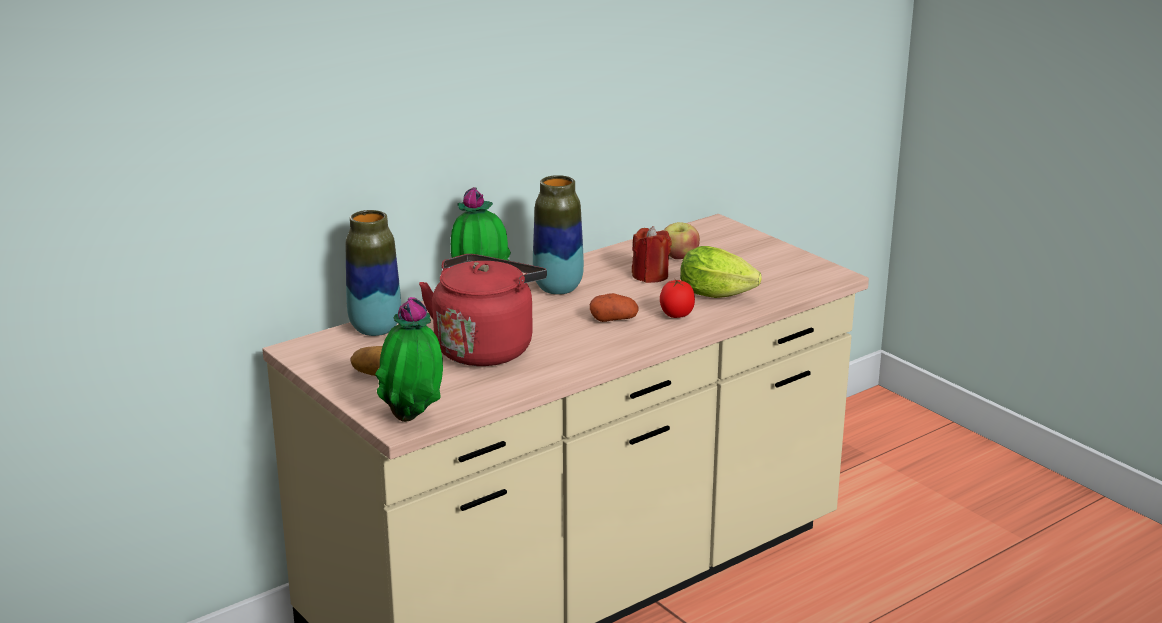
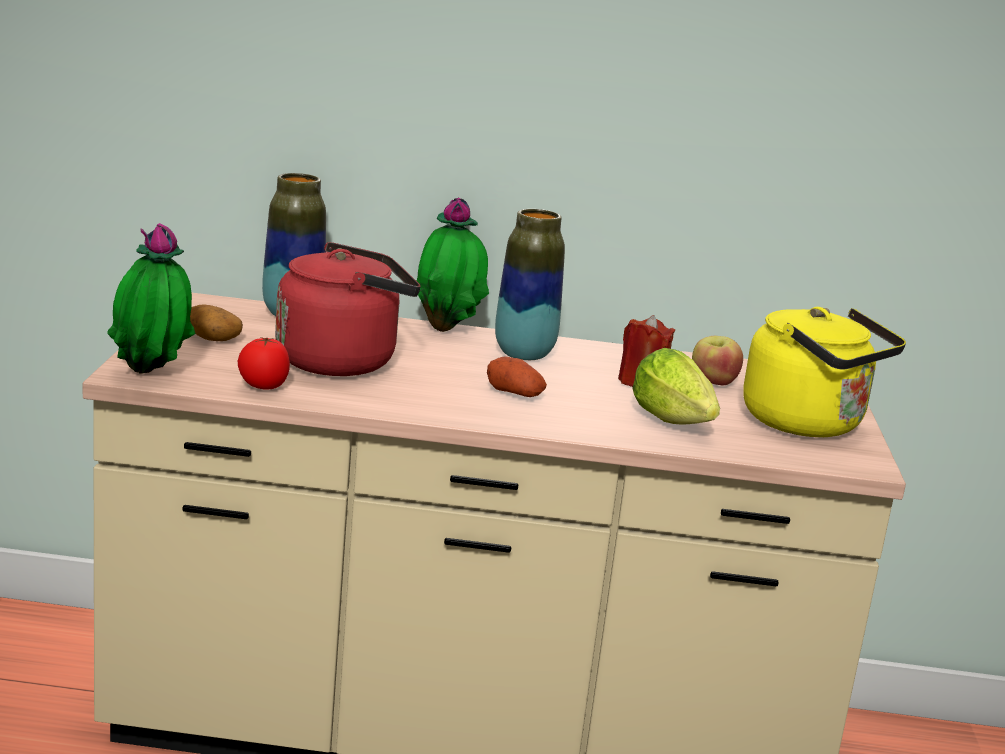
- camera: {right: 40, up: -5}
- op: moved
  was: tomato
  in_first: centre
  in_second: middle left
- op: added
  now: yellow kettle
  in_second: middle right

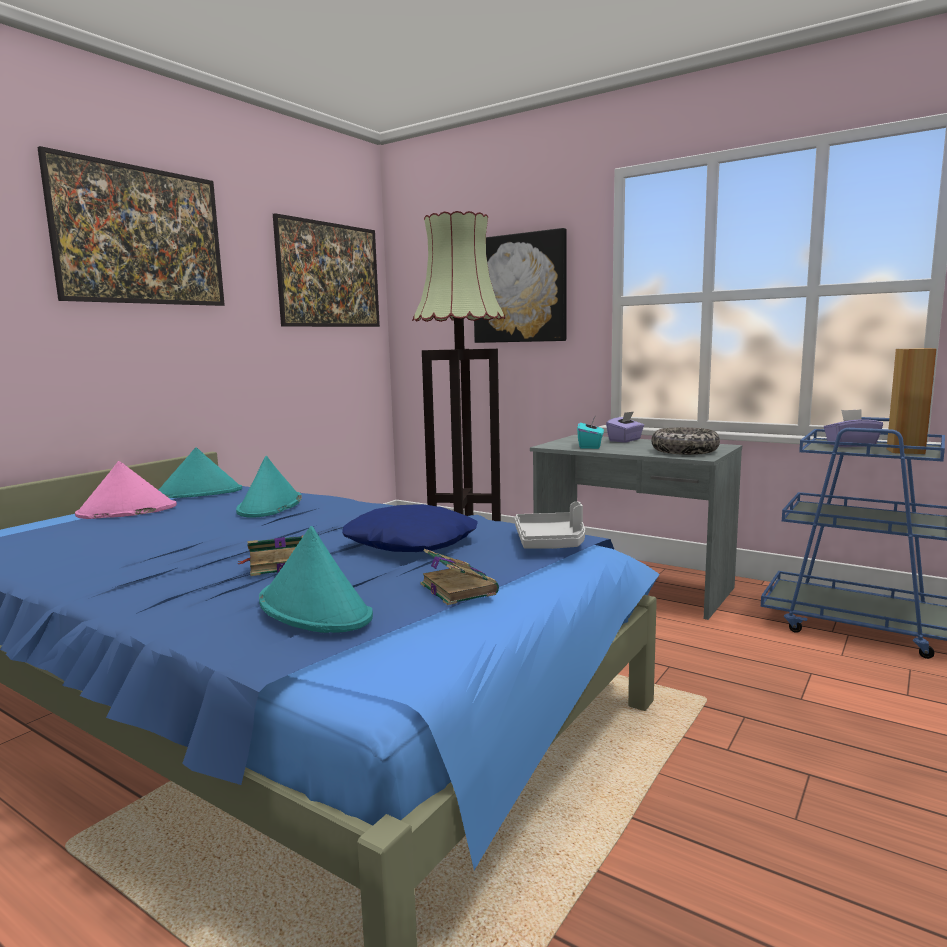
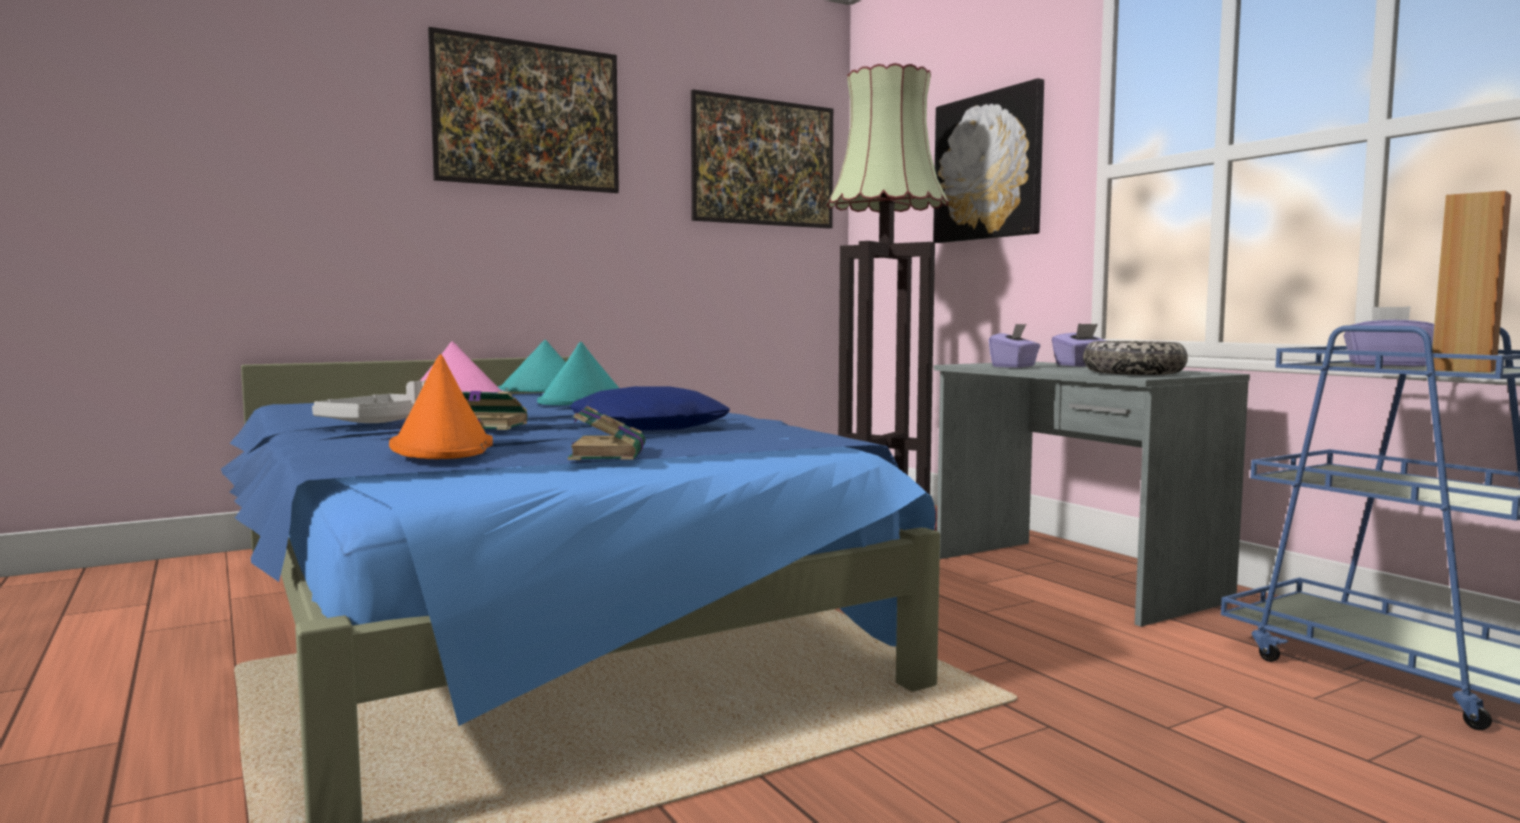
- camera: {right: 25, up: -5}
- op: recoloured
  was: turquoise tissue box
  now: purple tissue box (1st from left)
  in_first: centre
  in_second: middle right
- op: moved
  was: grey tray
  in_first: centre
  in_second: middle left
- op: recoloured
  was: turquoise hat (3rd from left)
  now: orange hat
  in_first: centre
  in_second: middle left

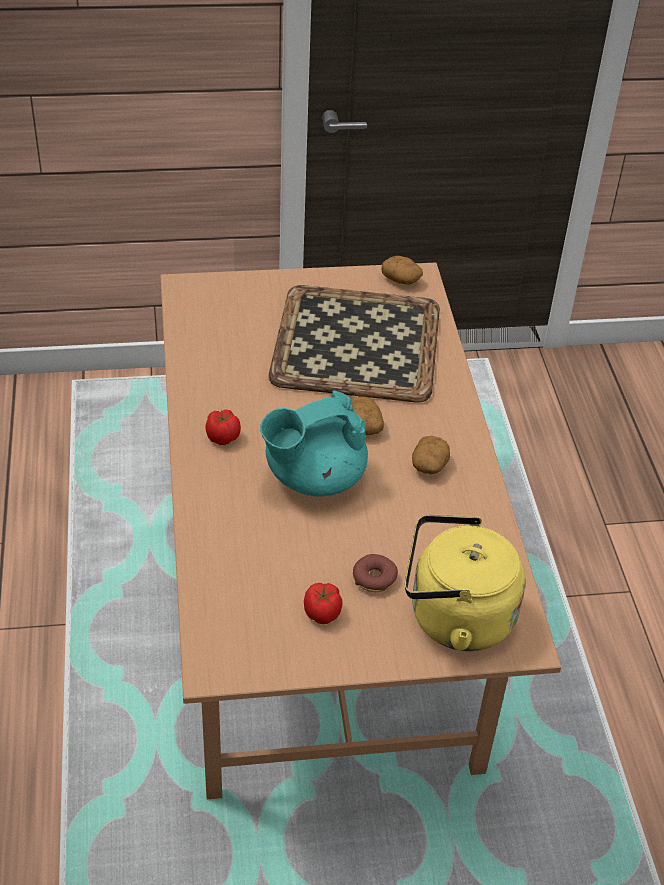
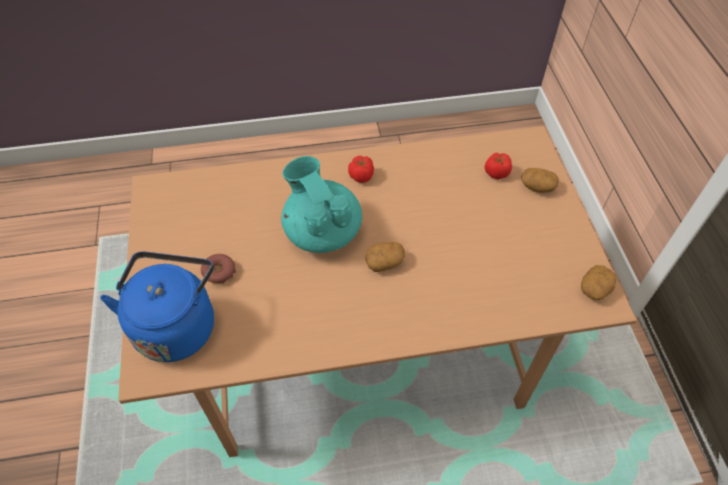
- camera: {right: 90, up: 10}
- op: removed
  was: tray
  in_first: centre
- op: moved
  was: potato (3rd from left in the first image)
  now: potato (2nd from left)
  in_first: centre
  in_second: middle right
- op: recoloured
  was: yellow kettle
  now: blue kettle
  in_first: middle right
  in_second: middle left
- op: moved
  was: tomato (2nd from left)
  in_first: bottom centre
  in_second: middle right

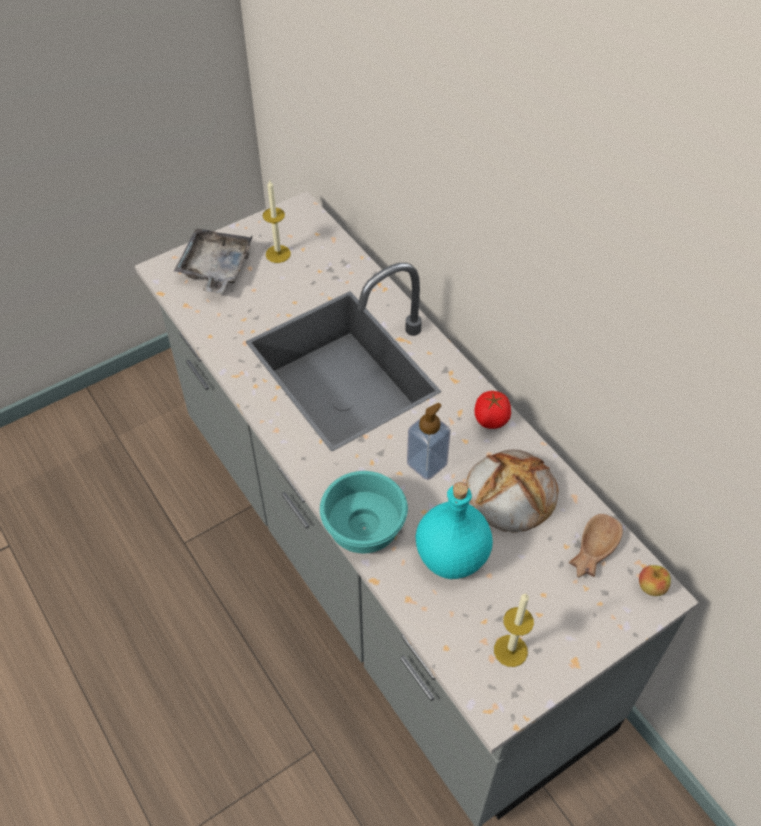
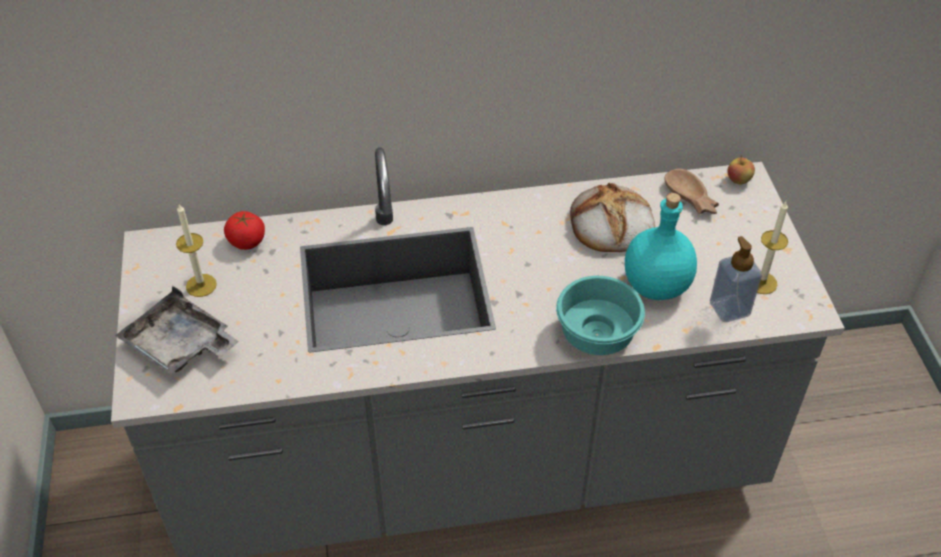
- camera: {right: -65, up: -5}
- op: moved
  was: tomato
  in_first: centre
  in_second: middle left
- op: moved
  was: soap dispenser
  in_first: centre
  in_second: middle right

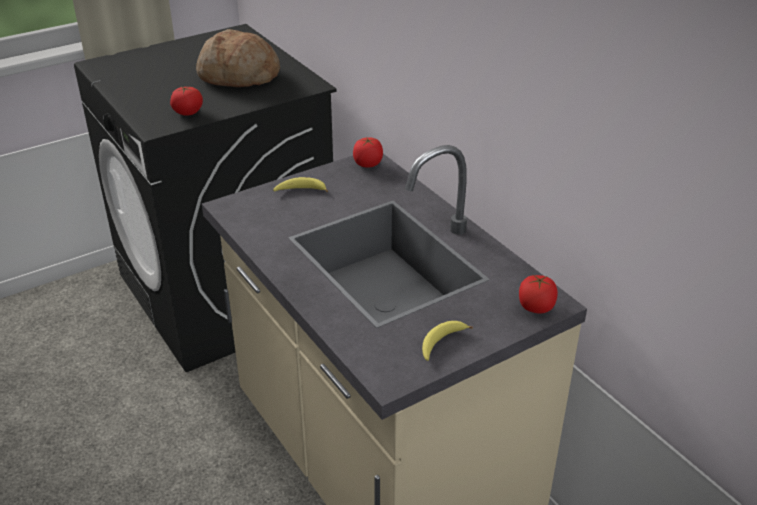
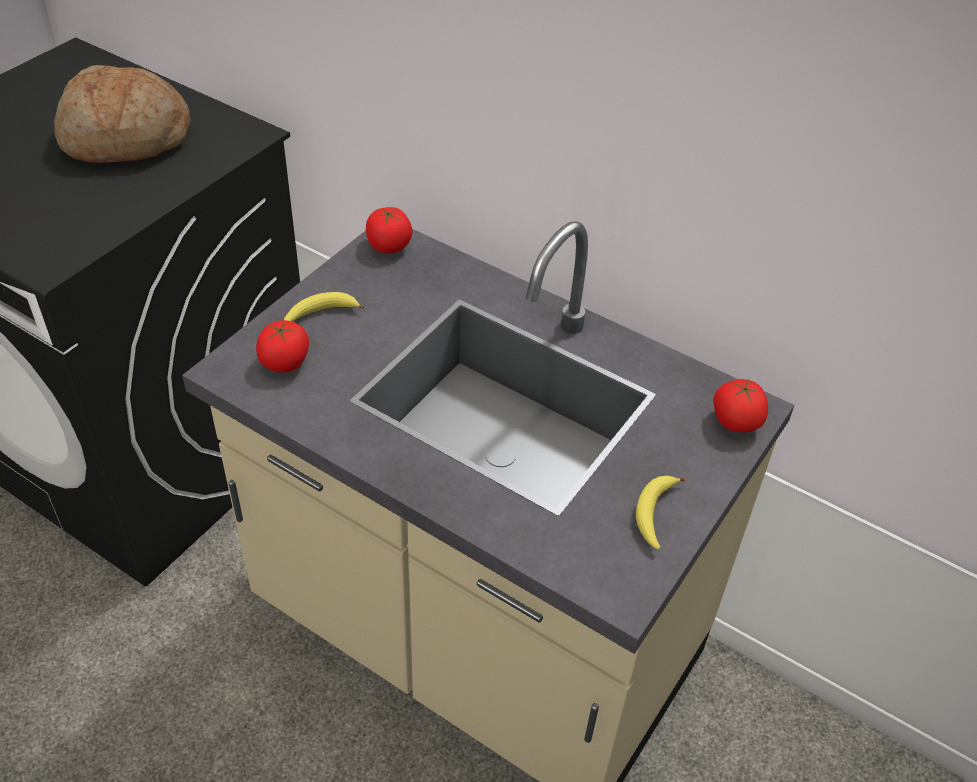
- camera: {right: -25, up: 10}
- op: moved
  was: tomato (1st from left)
  in_first: top left
  in_second: middle left

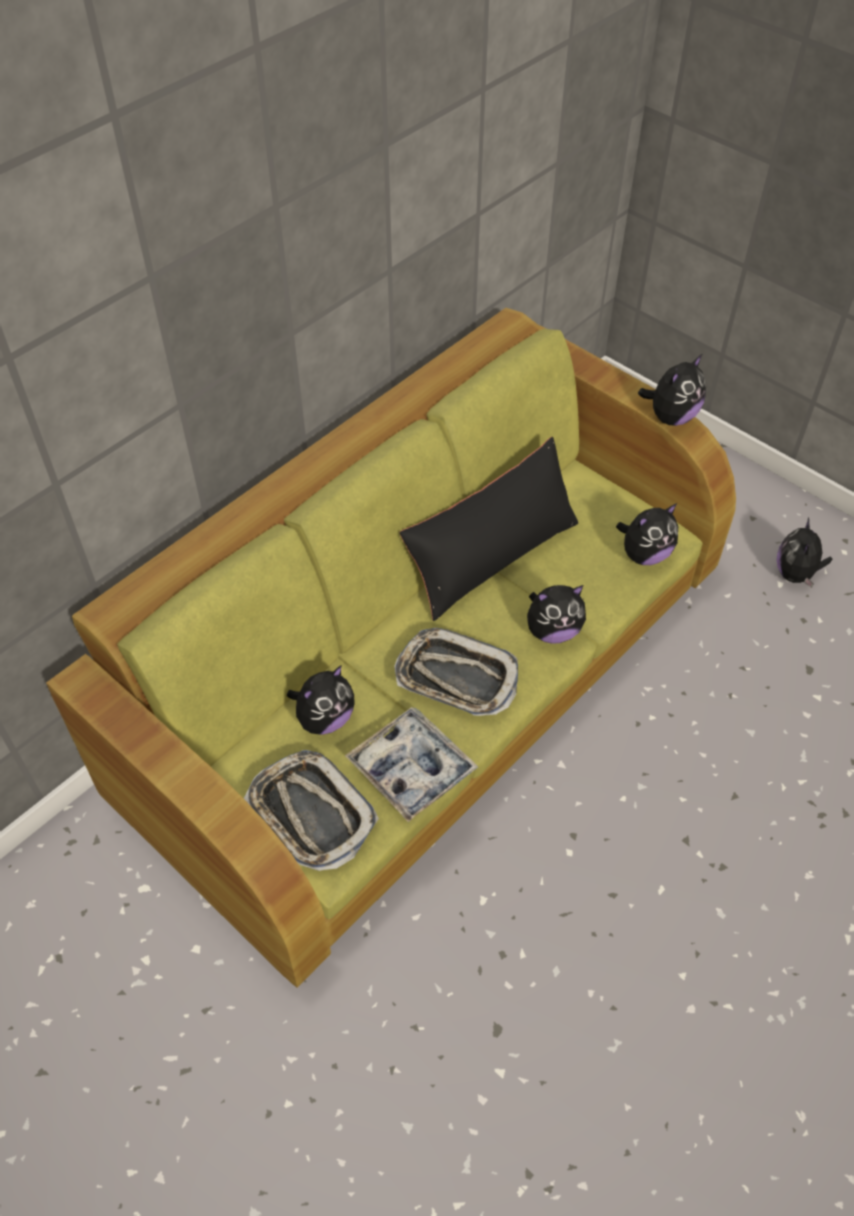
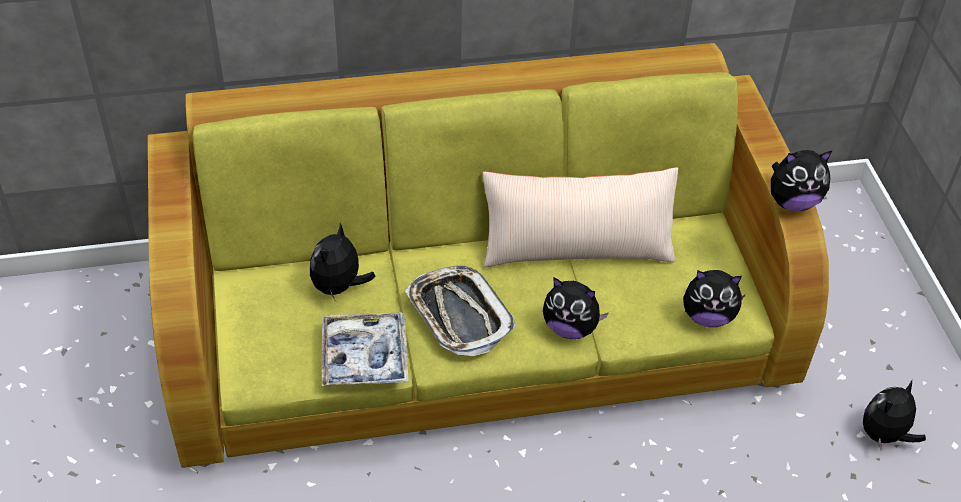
- camera: {right: 35, up: -5}
- op: recoloured
  was: black pillow
  now: beige pillow
  in_first: centre
  in_second: centre
- op: turned
  was: plush toy (1st from left)
  in_first: centre
  in_second: centre
  clockwise: 120
- op: removed
  was: tray (1st from left)
  in_first: centre

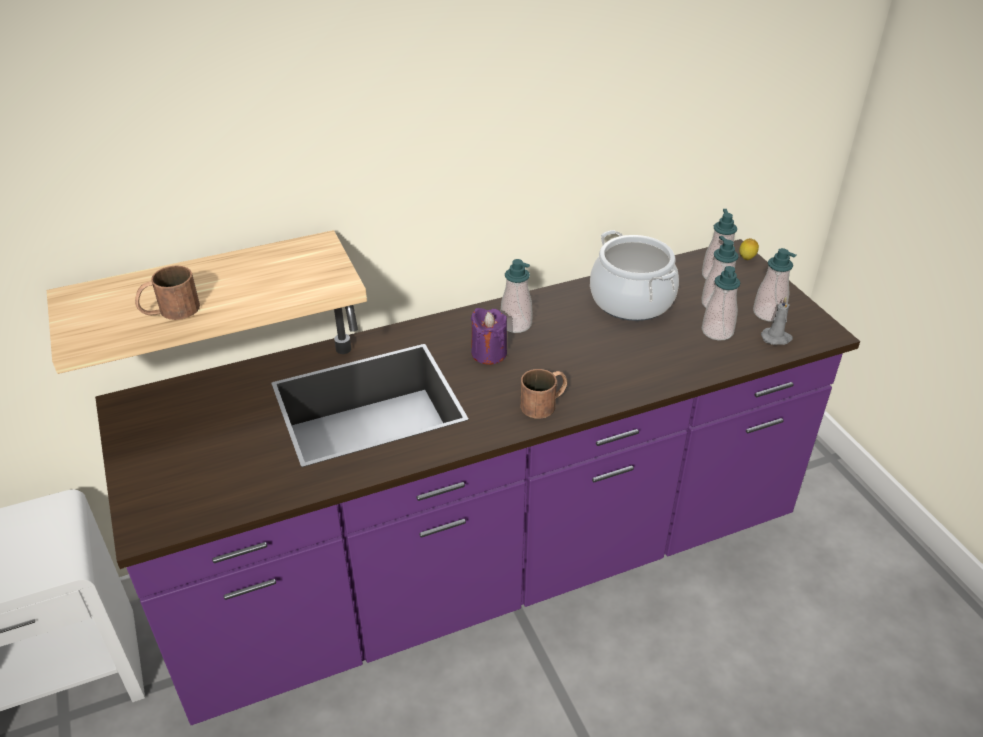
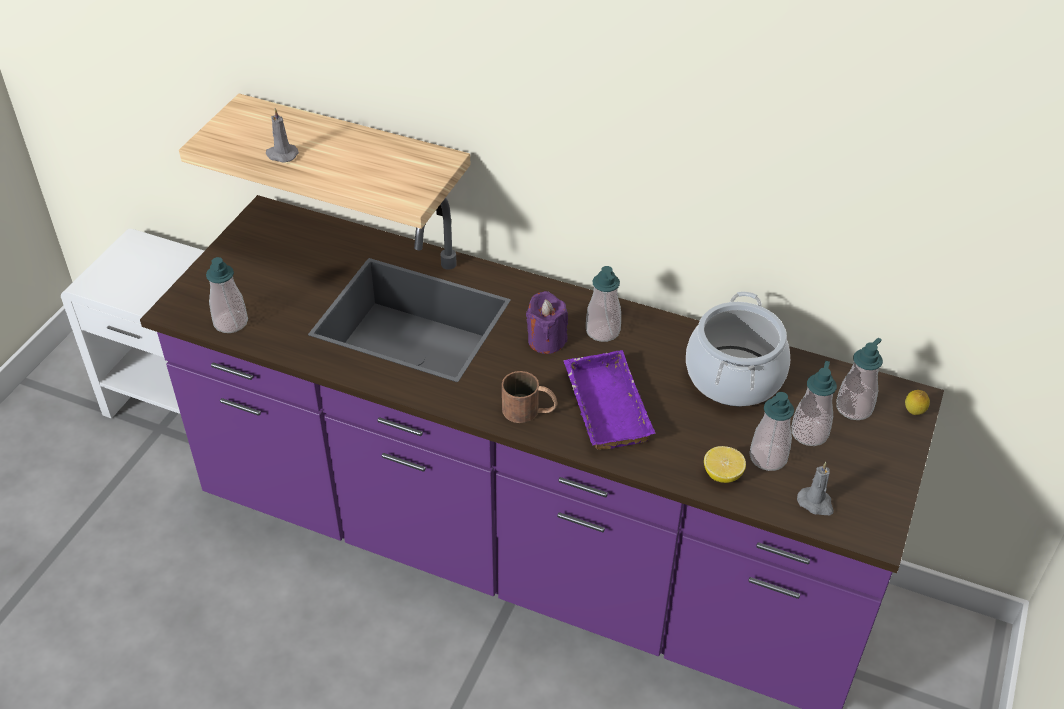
- camera: {right: 45, up: 5}
- op: moved
  was: soap dispenser (5th from left in the first image)
  now: soap dispenser (1st from left)
  in_first: middle right
  in_second: middle left
- op: replaced
  was: brown mug (1st from left)
  now: grey candle (1st from left)
  in_first: middle left
  in_second: top left
- op: added
  now: purple tray
  in_second: centre
- op: added
  now: lemon (1st from left)
  in_second: middle right

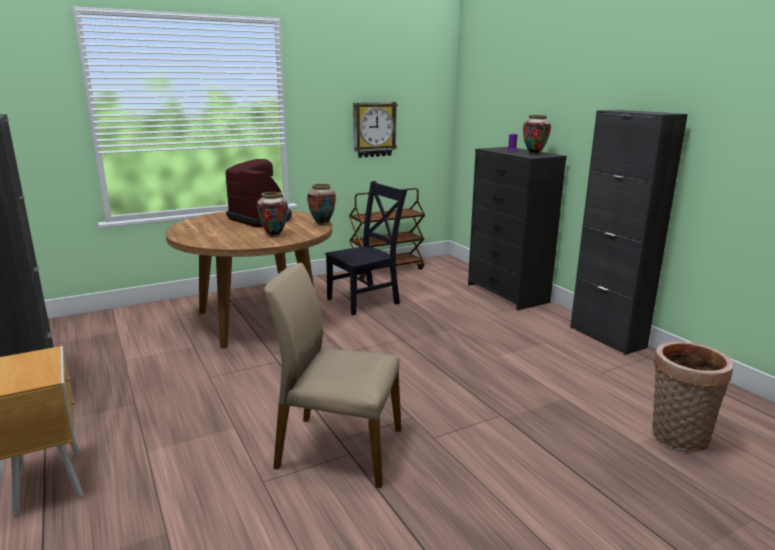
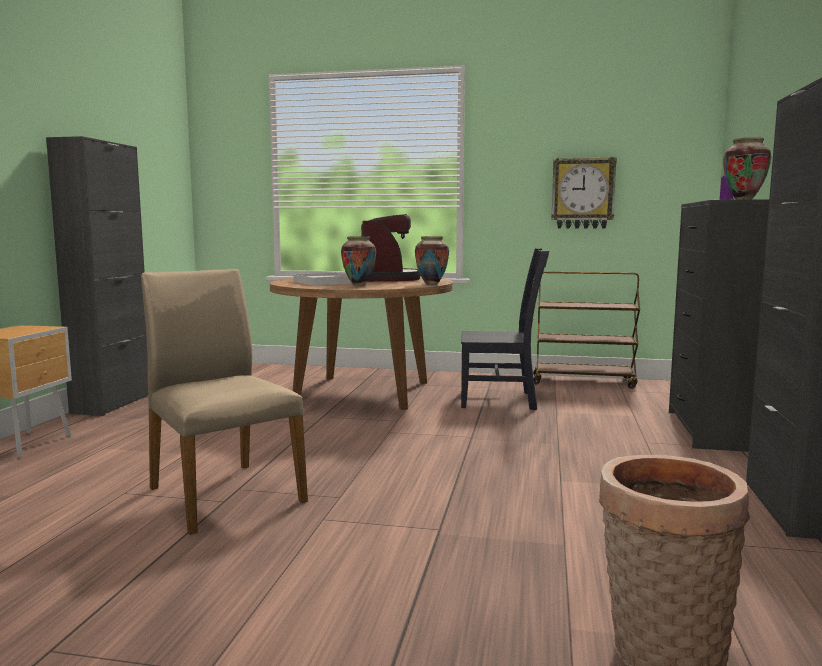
- camera: {right: 40, up: -10}
- op: added
  now: white tray
  in_second: centre

